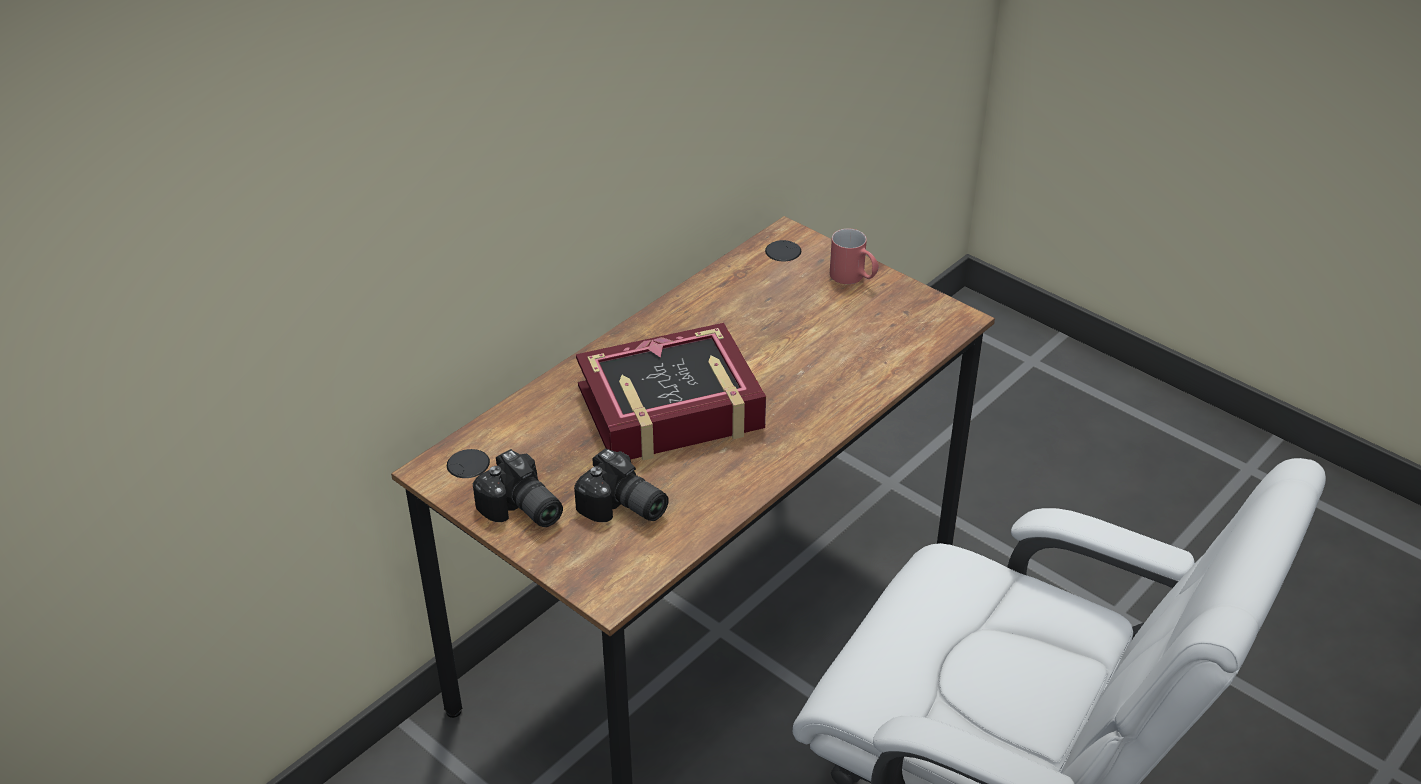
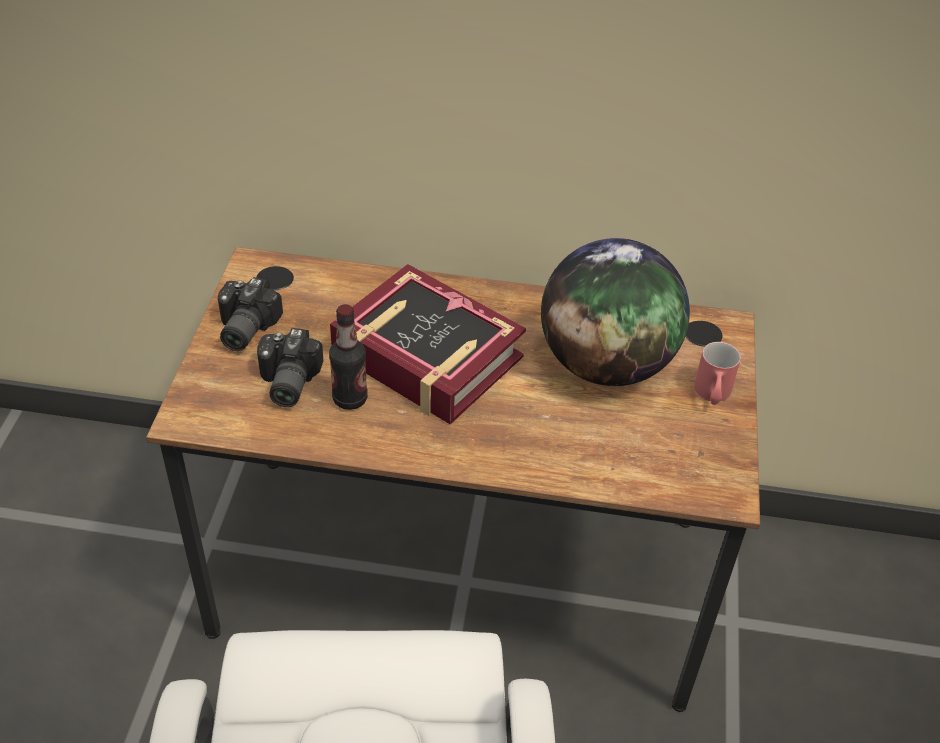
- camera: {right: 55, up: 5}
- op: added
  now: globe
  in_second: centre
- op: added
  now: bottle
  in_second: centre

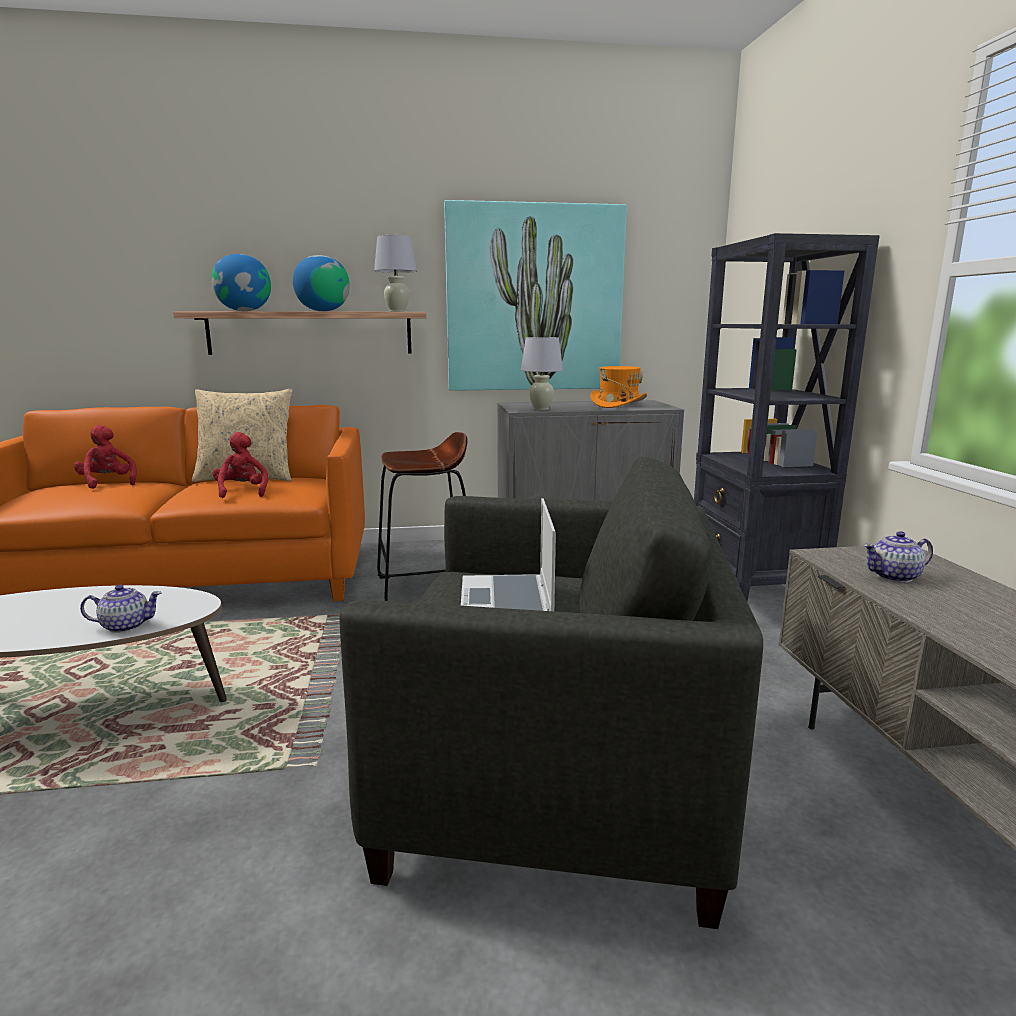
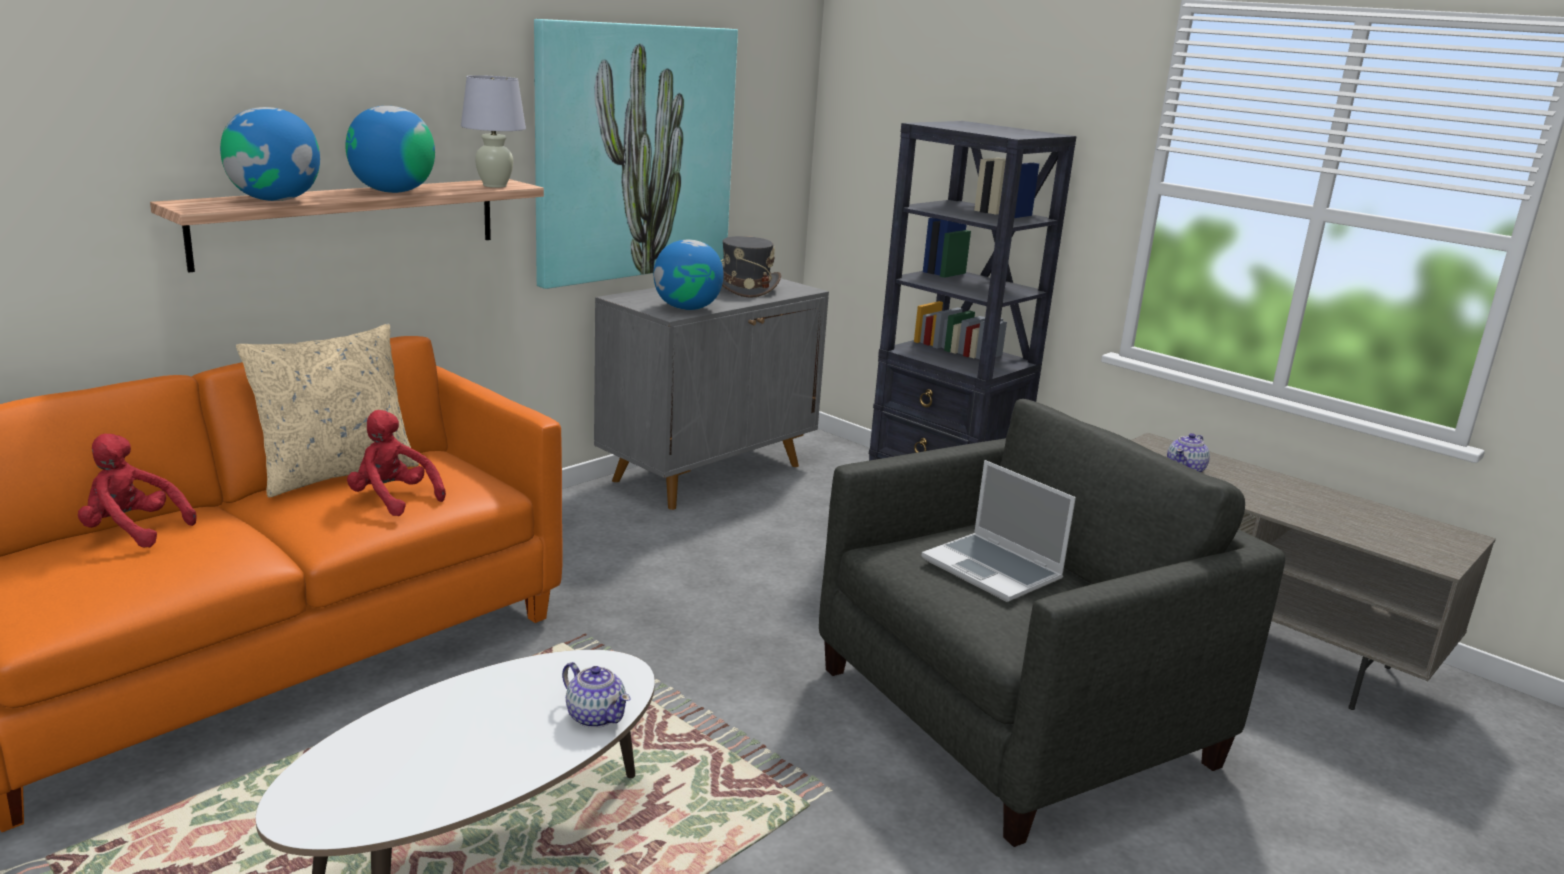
- camera: {right: -40, up: 5}
- op: replaced
  was: white table lamp (2nd from left)
  now: globe (3rd from left)
  in_first: centre
  in_second: top centre
- op: recoloured
  was: orange hat
  now: grey hat
  in_first: centre
  in_second: top centre
- op: removed
  was: brown stool
  in_first: centre
- op: turned
  was: teapot (1st from left)
  in_first: middle left
  in_second: bottom centre
  clockwise: 90

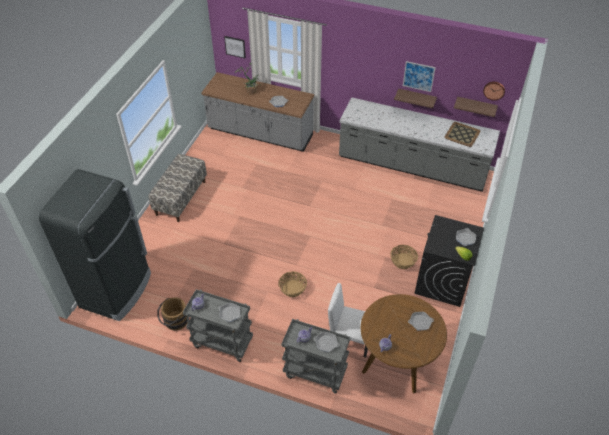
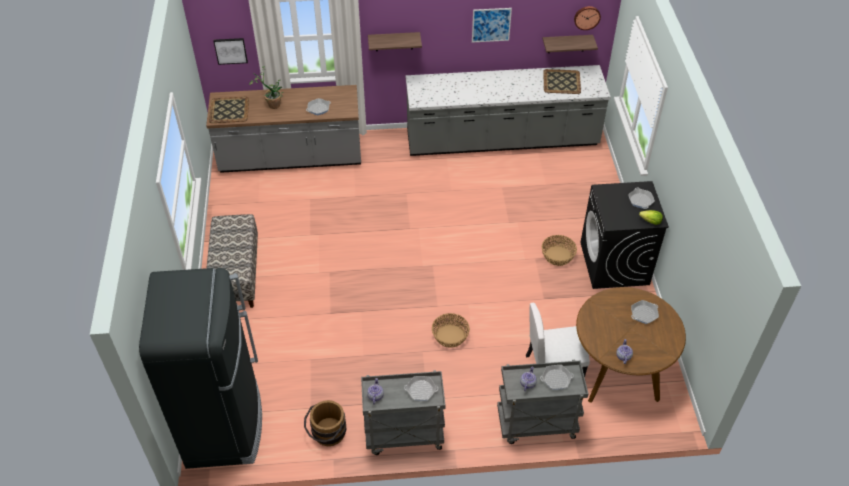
- camera: {right: -25, up: 0}
- op: moved
  was: shelf (1st from left)
  in_first: top right
  in_second: top centre
- op: added
  now: tray (1st from left)
  in_second: top left

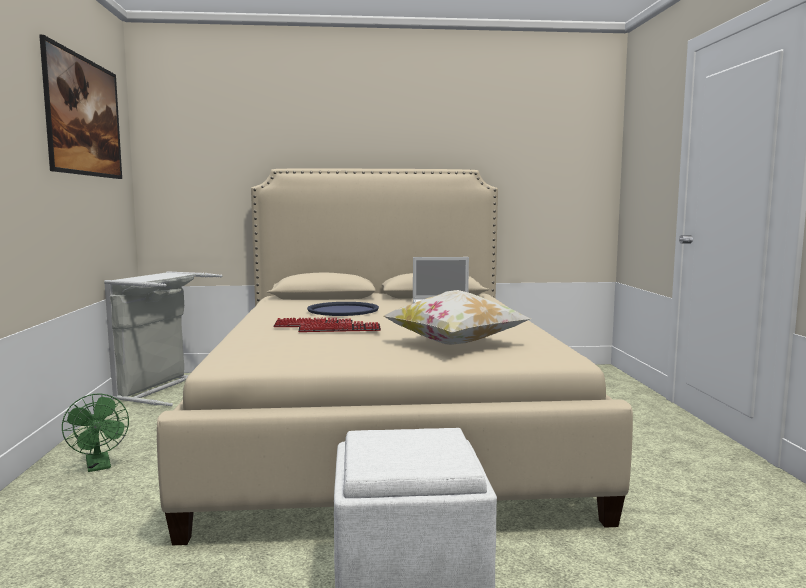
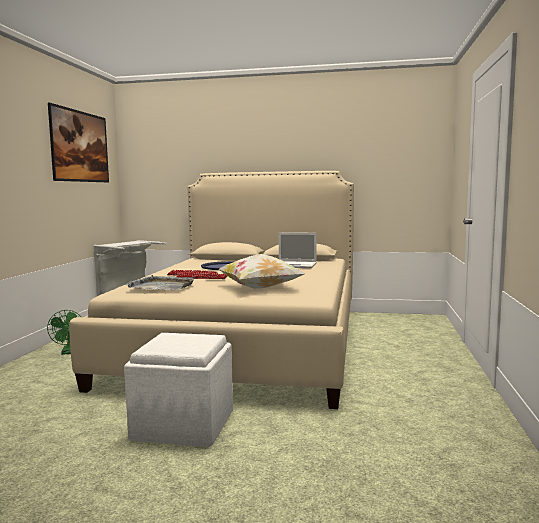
- camera: {right: 15, up: 0}
- op: added
  now: grey tray
  in_second: middle left

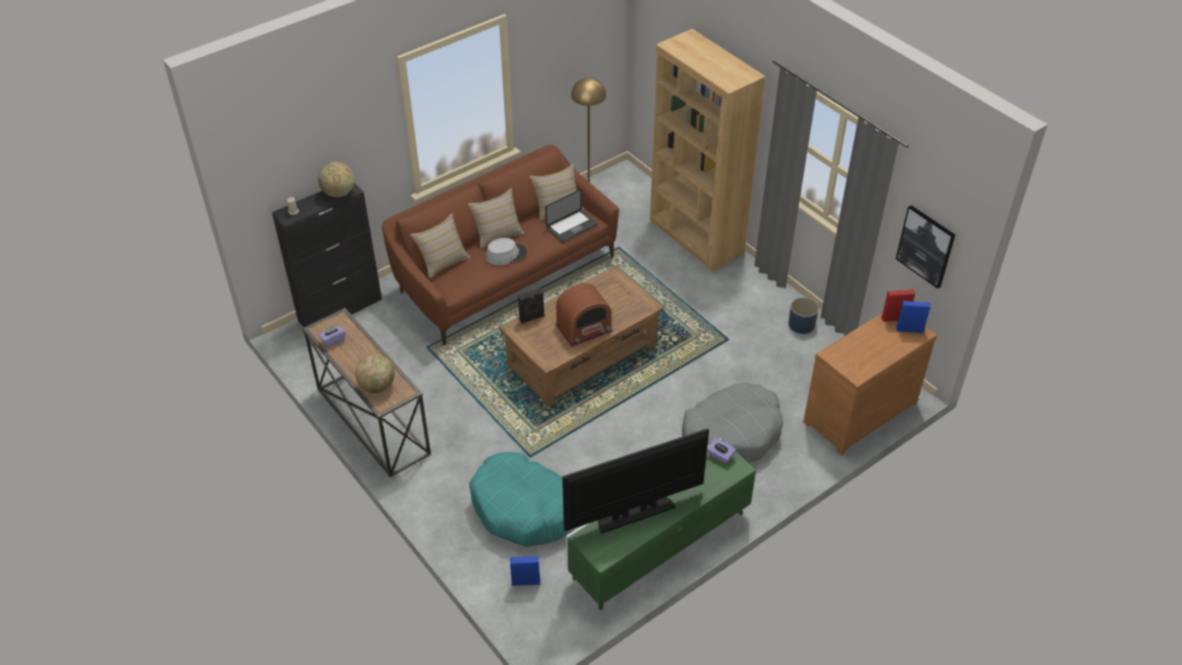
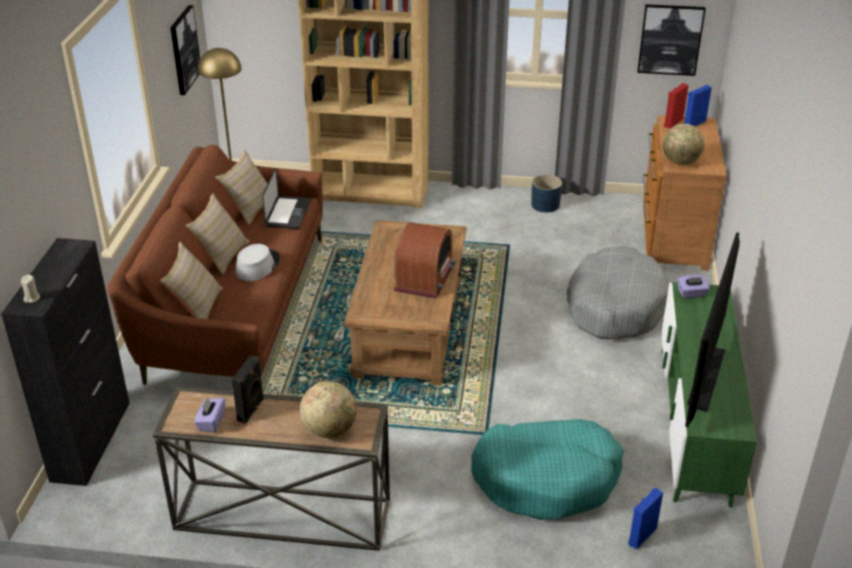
- camera: {right: -45, up: -10}
- op: moved
  was: globe (1st from left in the first image)
  now: globe (2nd from left)
  in_first: top left
  in_second: top right
- op: moved
  was: black speaker
  in_first: centre
  in_second: bottom left
- op: added
  now: picture (1st from left)
  in_second: top left

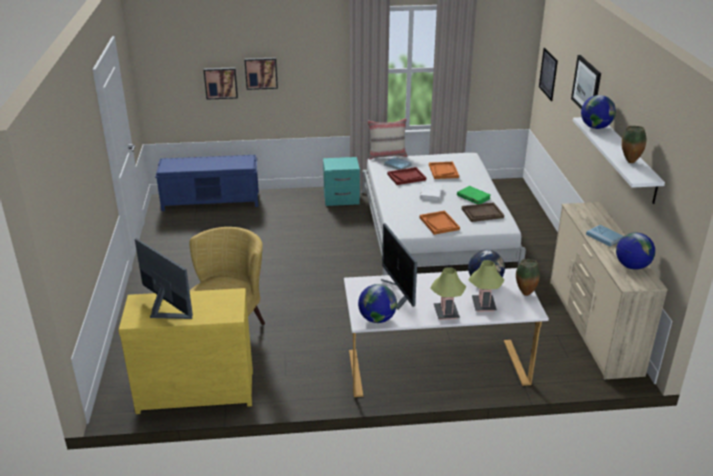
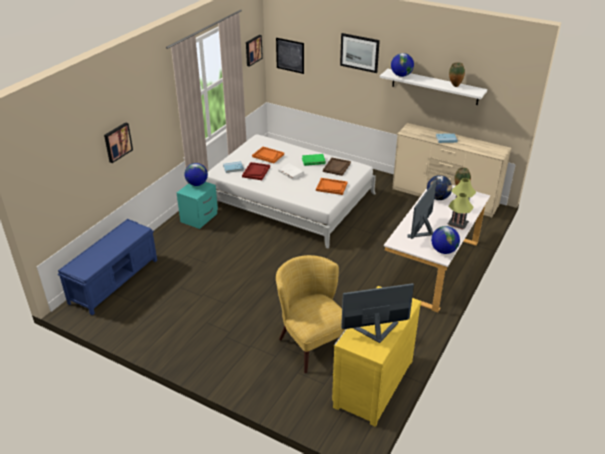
- camera: {right: -55, up: 5}
- op: moved
  was: picture (1st from left in the first image)
  now: picture (2nd from left)
  in_first: top left
  in_second: top centre
- op: removed
  was: beige pillow
  in_first: top centre
- op: turned
  was: monitor (2nd from left)
  in_first: centre
  in_second: middle right
  clockwise: 105
- op: moved
  was: globe (4th from left in the first image)
  now: globe (1st from left)
  in_first: middle right
  in_second: middle left

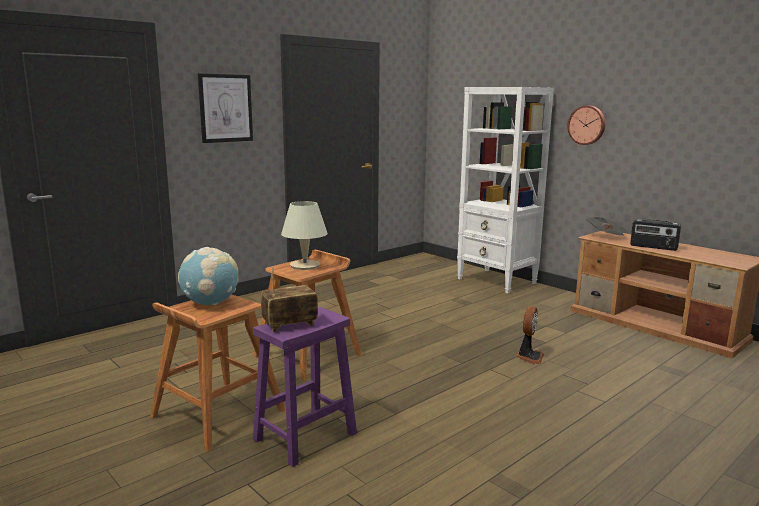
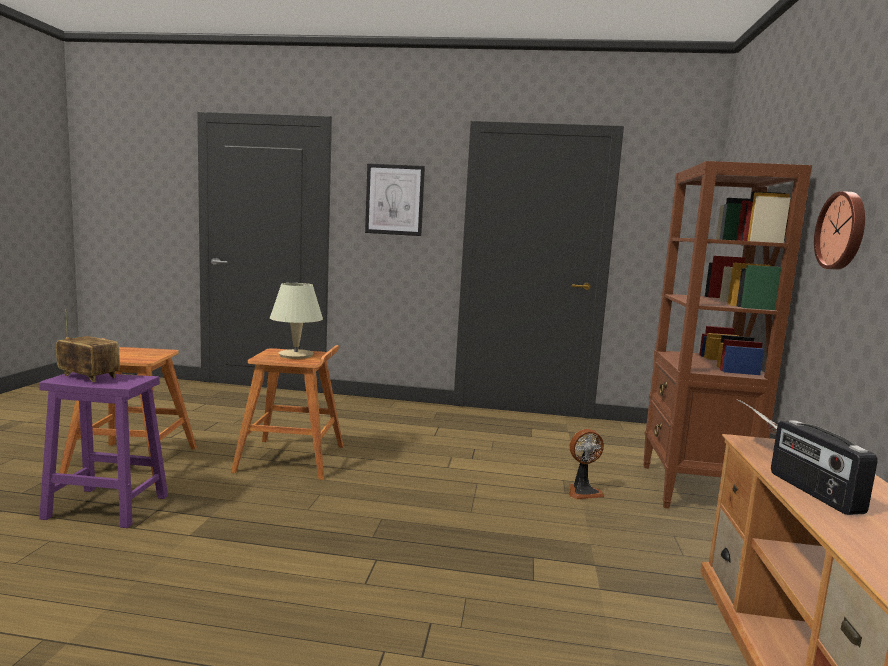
- camera: {right: 50, up: -5}
- op: recoloured
  was: white bookcase
  now: brown bookcase
  in_first: centre
  in_second: middle right
- op: removed
  was: globe
  in_first: middle left
- op: moved
  was: fan
  in_first: middle right
  in_second: bottom centre

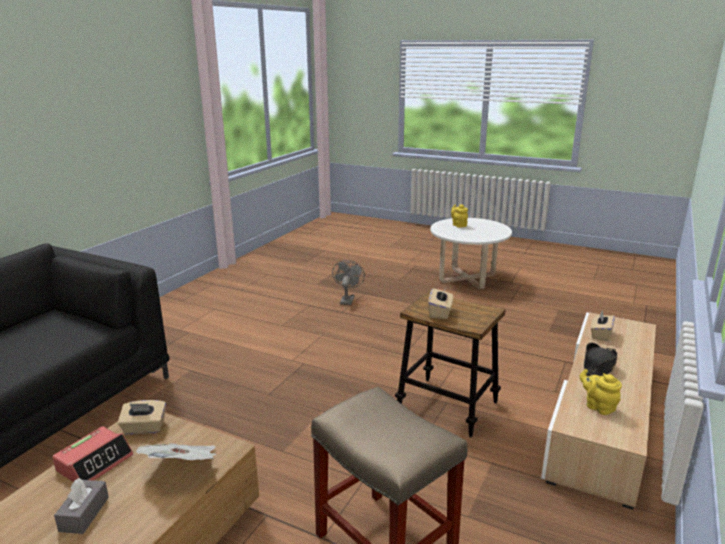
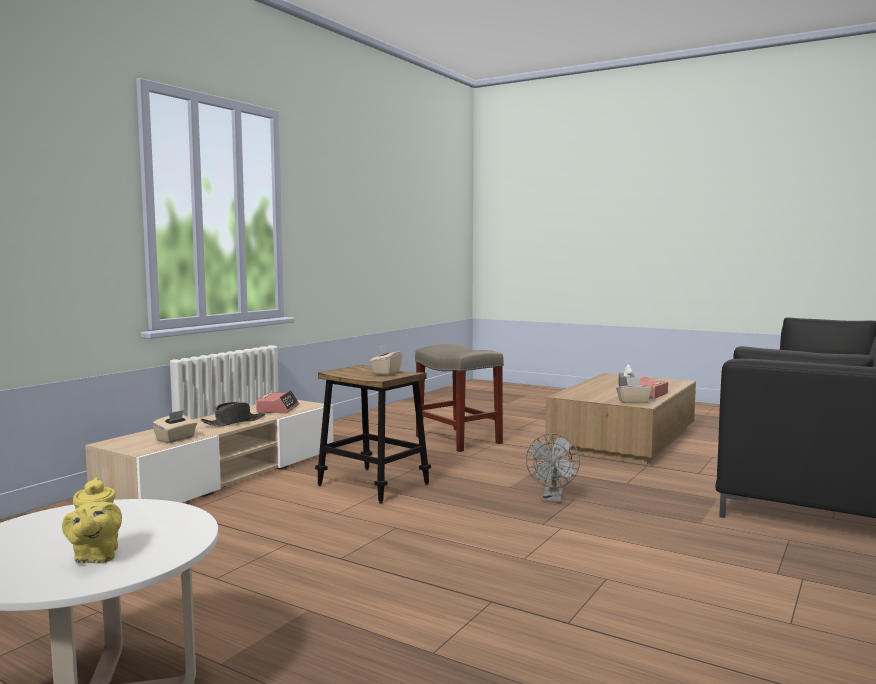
- camera: {right: -175, up: -15}
- op: moved
  was: grey fan
  in_first: centre
  in_second: bottom centre
- op: replaced
  was: yellow teapot (2nd from left)
  now: alarm clock (1st from left)
  in_first: bottom right
  in_second: middle left
- op: removed
  was: newspaper
  in_first: bottom left

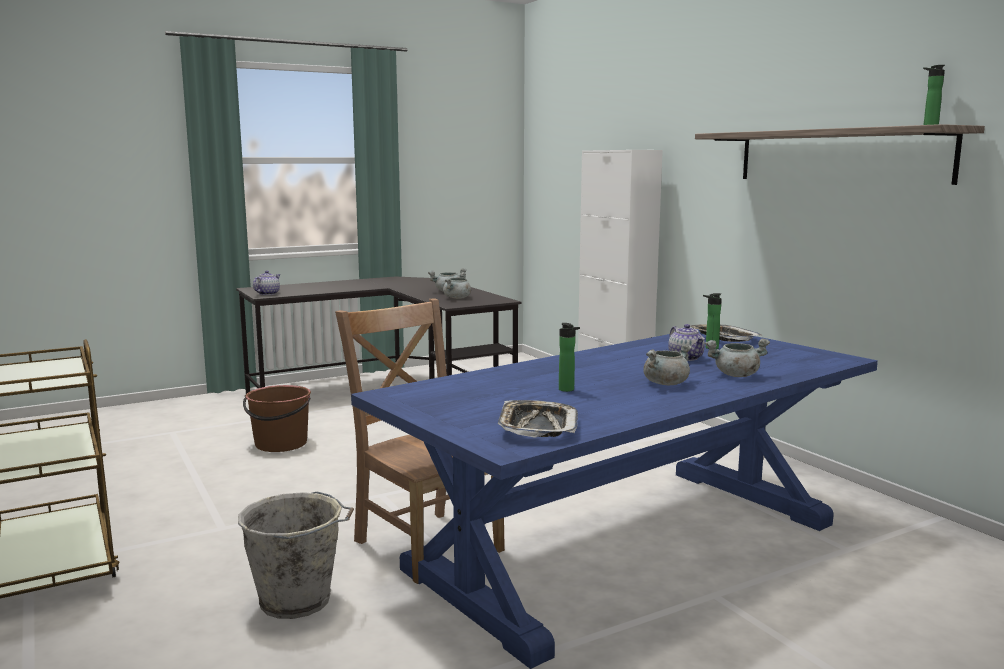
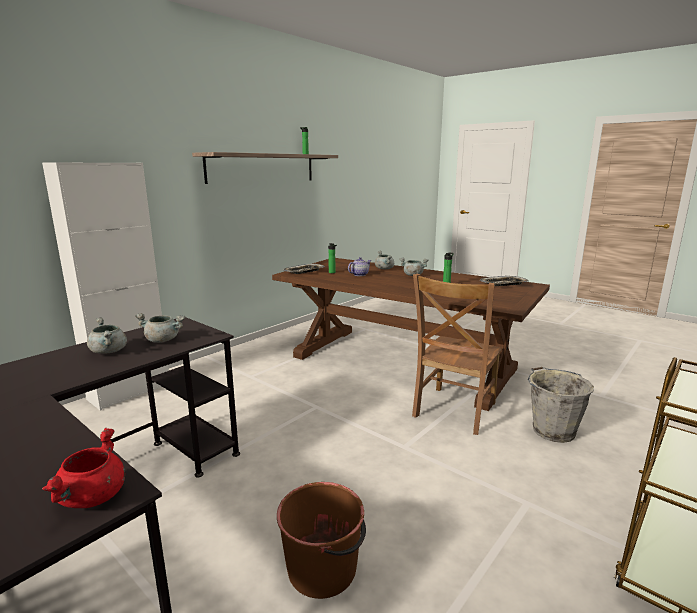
- camera: {right: -110, up: 5}
- op: replaced
  was: teapot (1st from left)
  now: red cooking pot
  in_first: middle left
  in_second: bottom left
- op: recoloured
  was: blue dining table
  now: brown dining table
  in_first: bottom centre
  in_second: centre

